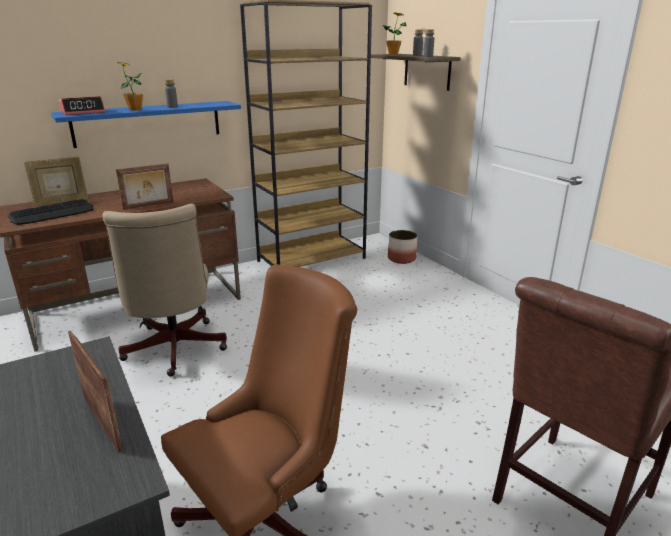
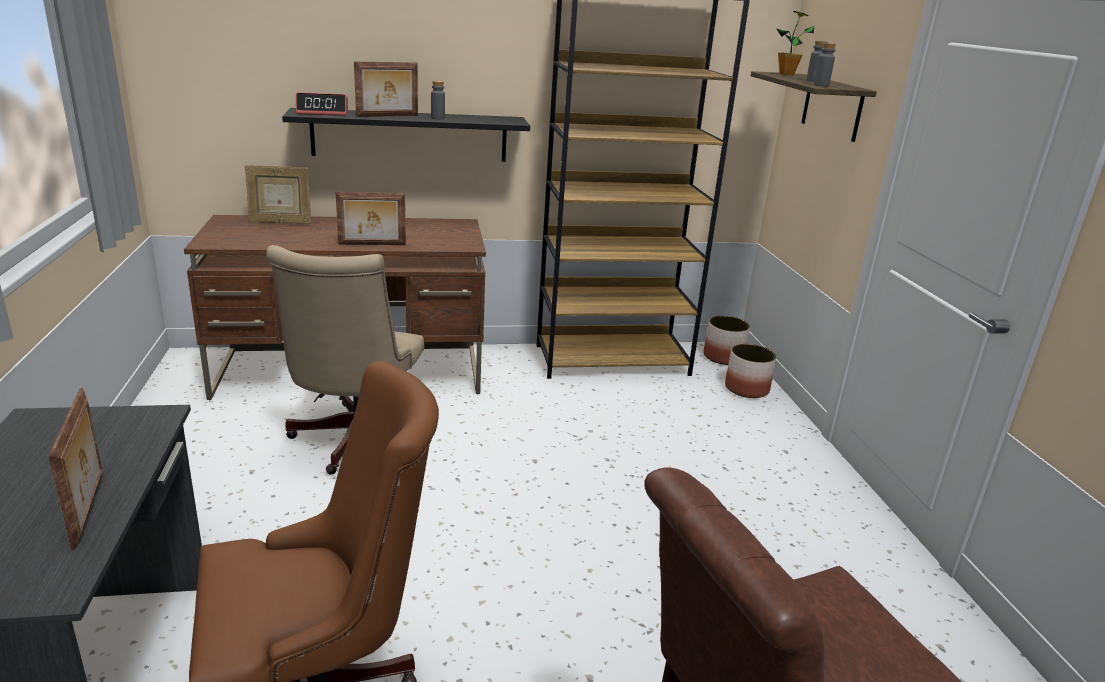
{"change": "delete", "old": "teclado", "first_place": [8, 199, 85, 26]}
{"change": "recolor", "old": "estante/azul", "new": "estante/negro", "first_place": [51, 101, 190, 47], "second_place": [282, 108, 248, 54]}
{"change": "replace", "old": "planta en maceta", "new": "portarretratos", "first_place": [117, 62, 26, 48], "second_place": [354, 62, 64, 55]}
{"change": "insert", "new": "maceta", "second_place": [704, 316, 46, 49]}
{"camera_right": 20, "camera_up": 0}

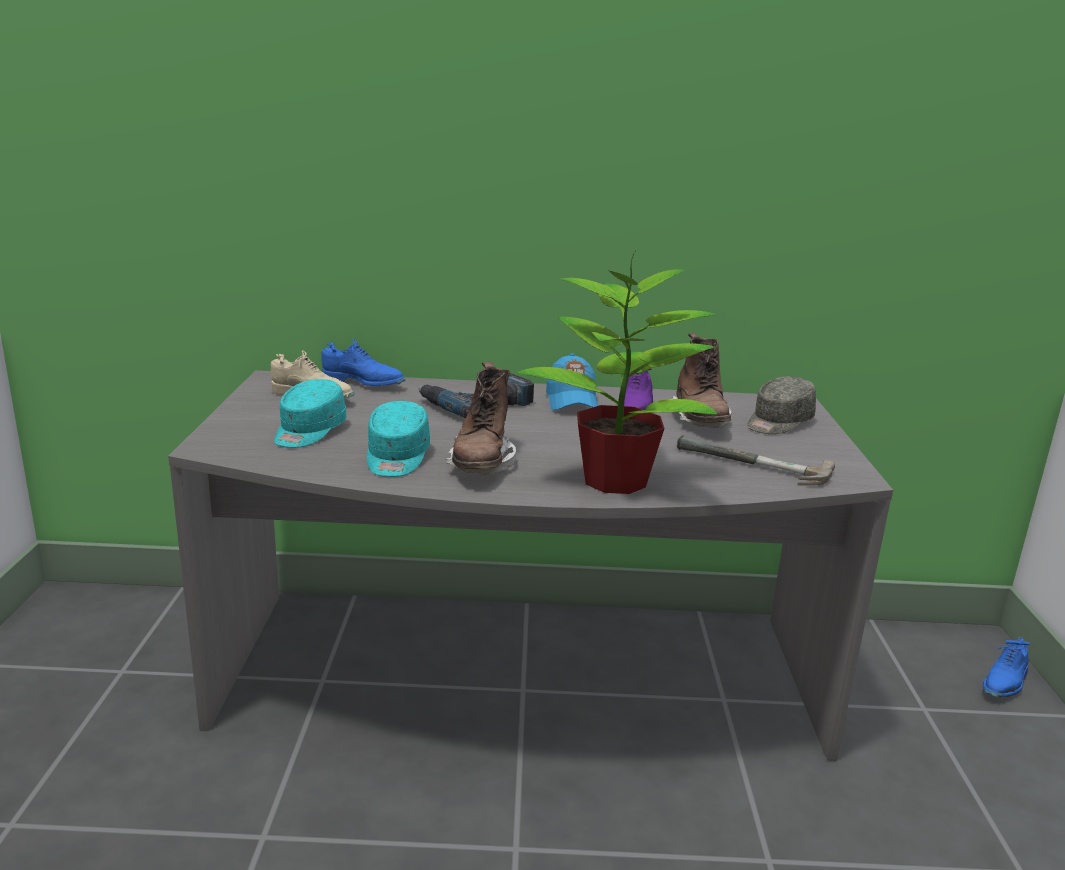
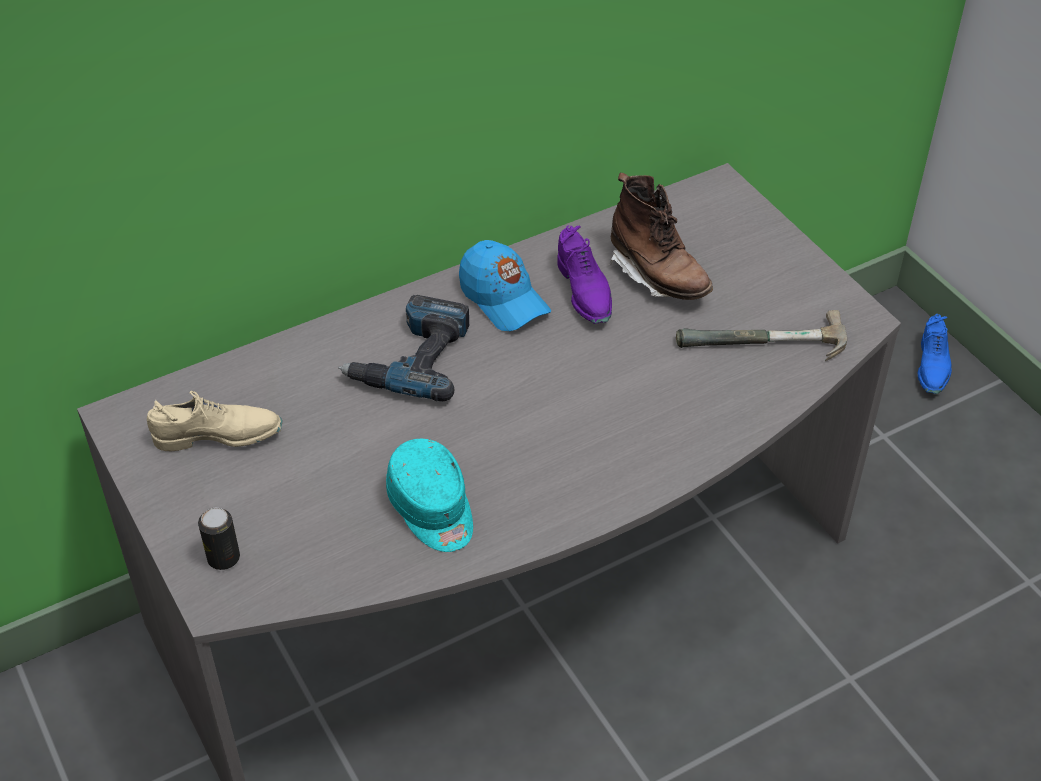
{"change": "delete", "old": "gorra/turquesa", "first_place": [274, 379, 73, 69]}
{"change": "delete", "old": "zapato/azul", "first_place": [321, 339, 84, 47]}
{"change": "delete", "old": "bota/marrón", "first_place": [446, 361, 70, 114]}
{"change": "delete", "old": "planta en maceta", "first_place": [517, 250, 200, 244]}
{"change": "delete", "old": "gorra/gris", "first_place": [747, 377, 69, 57]}
{"change": "insert", "new": "lata", "second_place": [198, 508, 42, 62]}
{"camera_right": -30, "camera_up": 25}

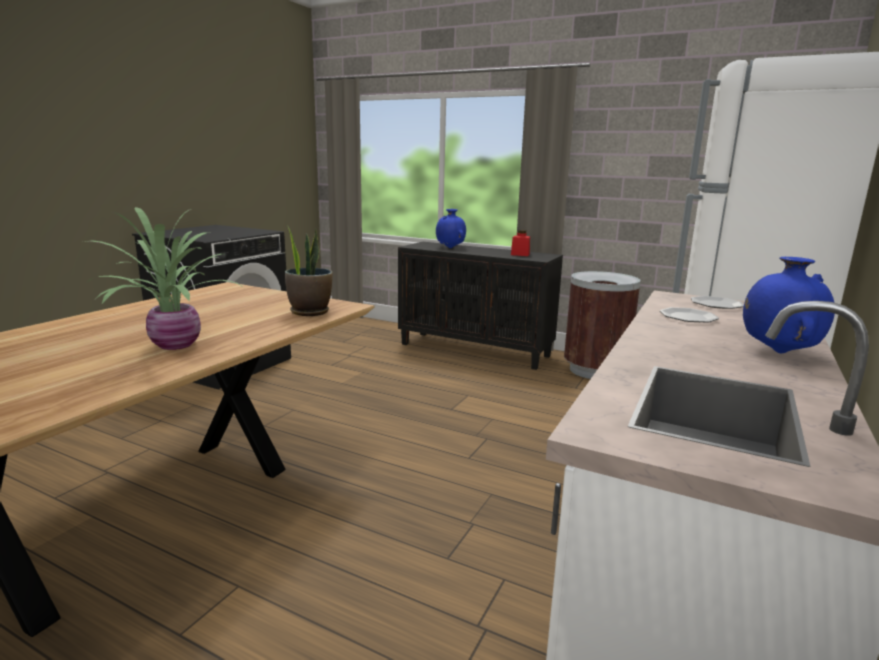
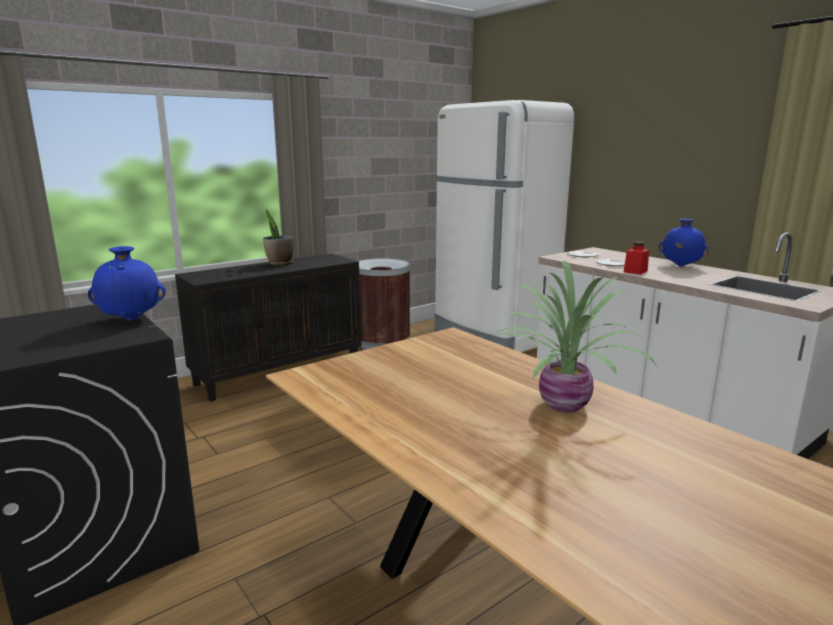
{"change": "move", "old": "planta en maceta", "first_place": [285, 224, 48, 92], "second_place": [263, 209, 31, 56]}
{"change": "move", "old": "florero/azul", "first_place": [436, 209, 30, 39], "second_place": [88, 246, 78, 75]}
{"change": "move", "old": "tarro/rojo", "first_place": [511, 230, 19, 26], "second_place": [624, 241, 25, 34]}
{"camera_right": -65, "camera_up": 0}

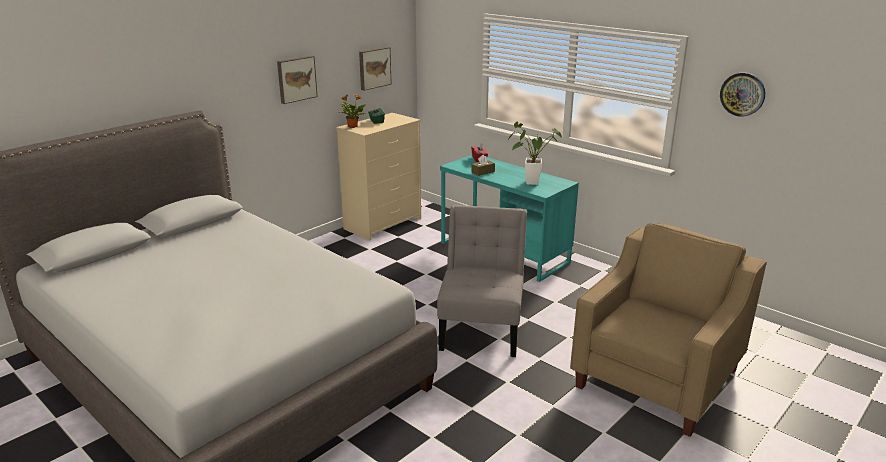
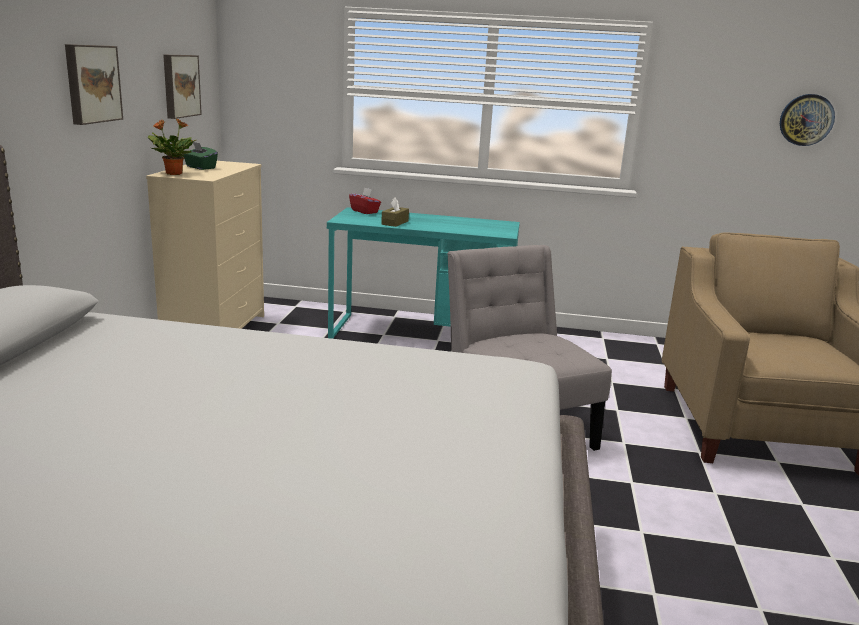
{"change": "delete", "old": "planta en maceta", "first_place": [508, 122, 54, 63]}
{"change": "move", "old": "reloj de pared", "first_place": [720, 72, 45, 45], "second_place": [780, 94, 55, 52]}
{"camera_right": -35, "camera_up": -5}

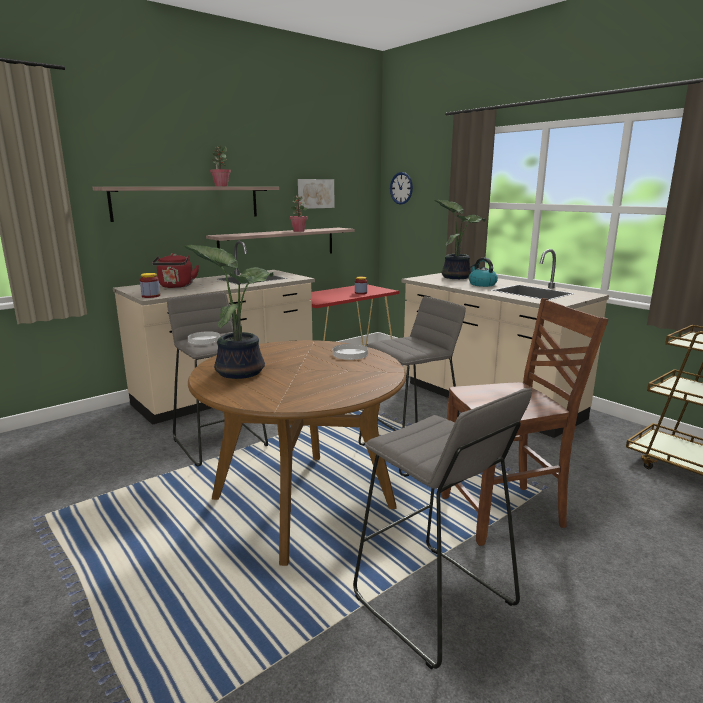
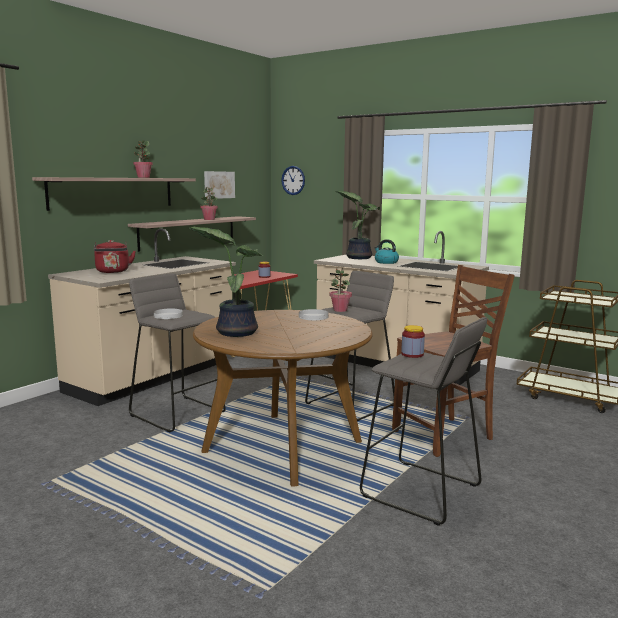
{"change": "move", "old": "tarro", "first_place": [140, 273, 20, 25], "second_place": [401, 325, 24, 33]}
{"change": "insert", "new": "planta en maceta", "second_place": [330, 269, 22, 43]}
{"camera_right": -15, "camera_up": -5}

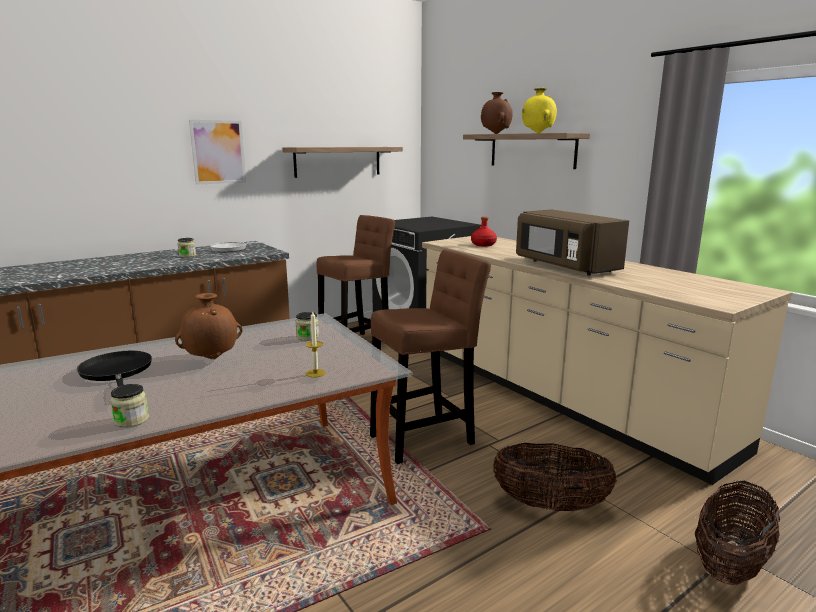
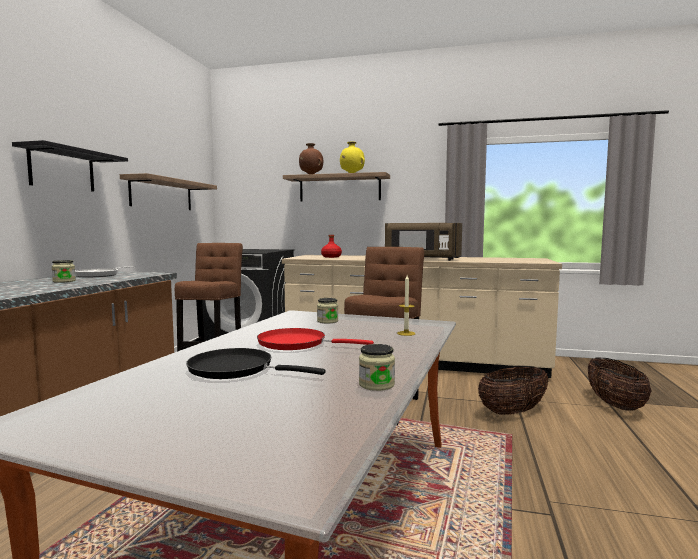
{"change": "replace", "old": "florero/marrón", "new": "sartén/rojo", "first_place": [175, 293, 67, 66], "second_place": [257, 328, 117, 22]}
{"change": "replace", "old": "cuadro", "new": "estante/negro", "first_place": [189, 120, 57, 65], "second_place": [12, 140, 116, 52]}
{"camera_right": -40, "camera_up": -10}

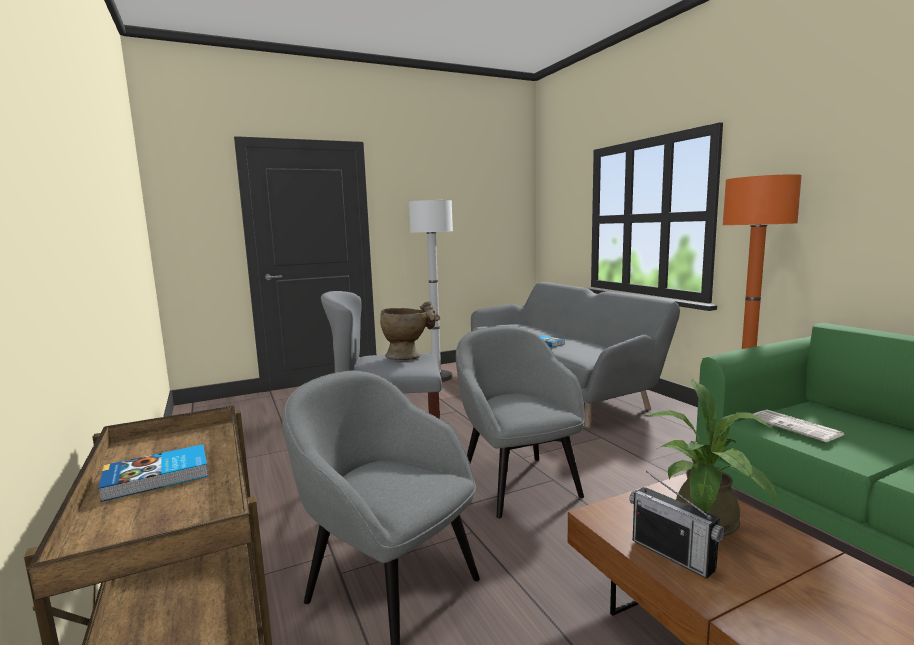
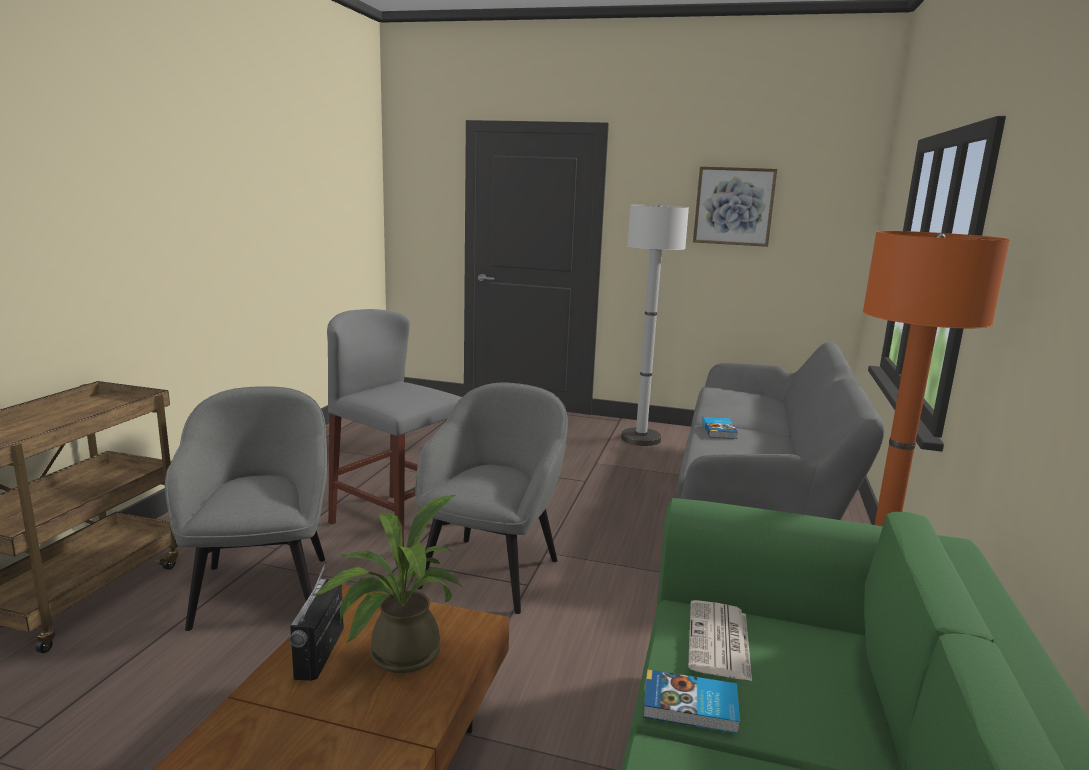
{"change": "move", "old": "libro", "first_place": [98, 444, 110, 58], "second_place": [643, 669, 97, 65]}
{"change": "delete", "old": "florero/beis", "first_place": [380, 301, 60, 59]}
{"change": "insert", "new": "cuadro", "second_place": [693, 166, 84, 81]}
{"camera_right": 40, "camera_up": 5}

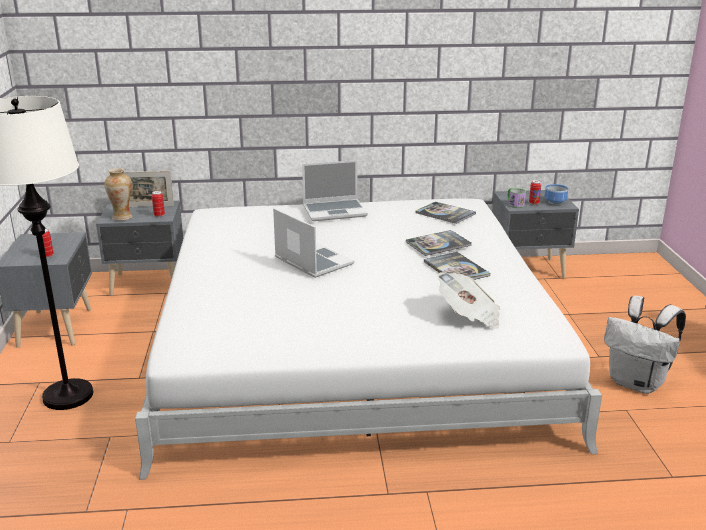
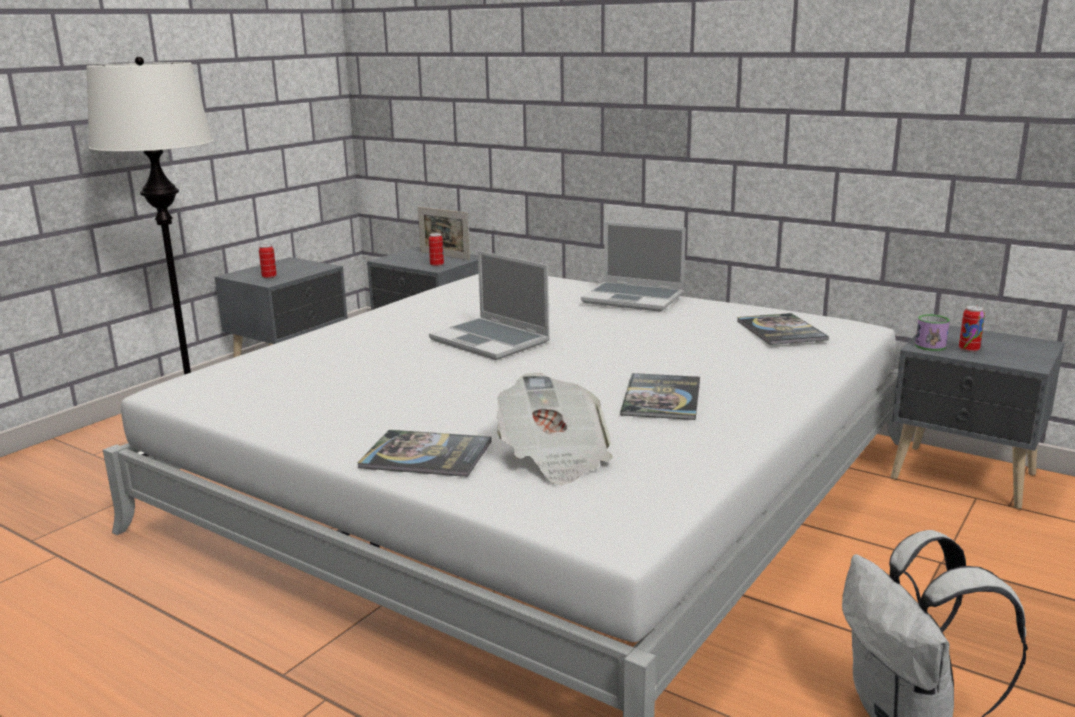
{"change": "delete", "old": "florero", "first_place": [104, 168, 29, 53]}
{"change": "rotate", "old": "portátil", "first_place": [273, 208, 82, 70], "second_place": [429, 251, 121, 109], "degrees": 135}
{"change": "move", "old": "libro", "first_place": [406, 230, 66, 26], "second_place": [358, 430, 134, 47]}
{"change": "delete", "old": "cuenco", "first_place": [545, 184, 23, 21]}
{"camera_right": 40, "camera_up": -5}

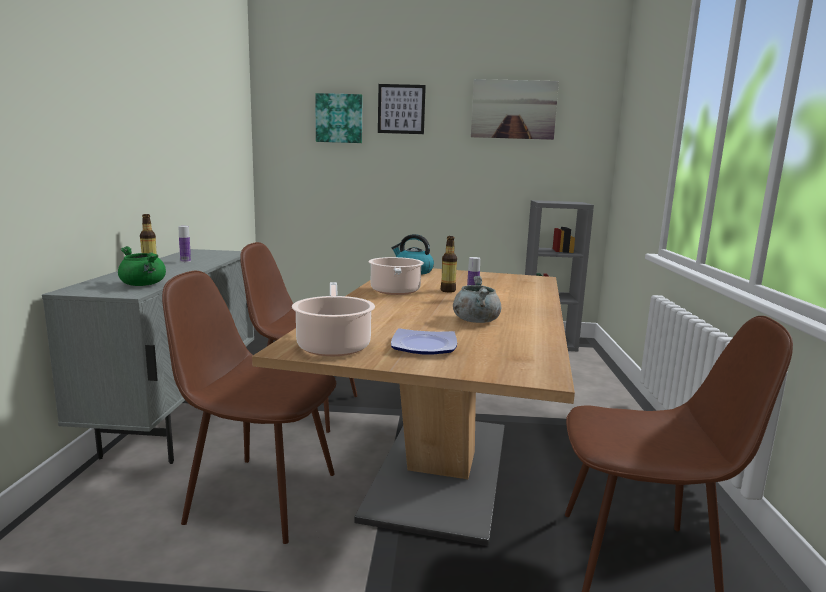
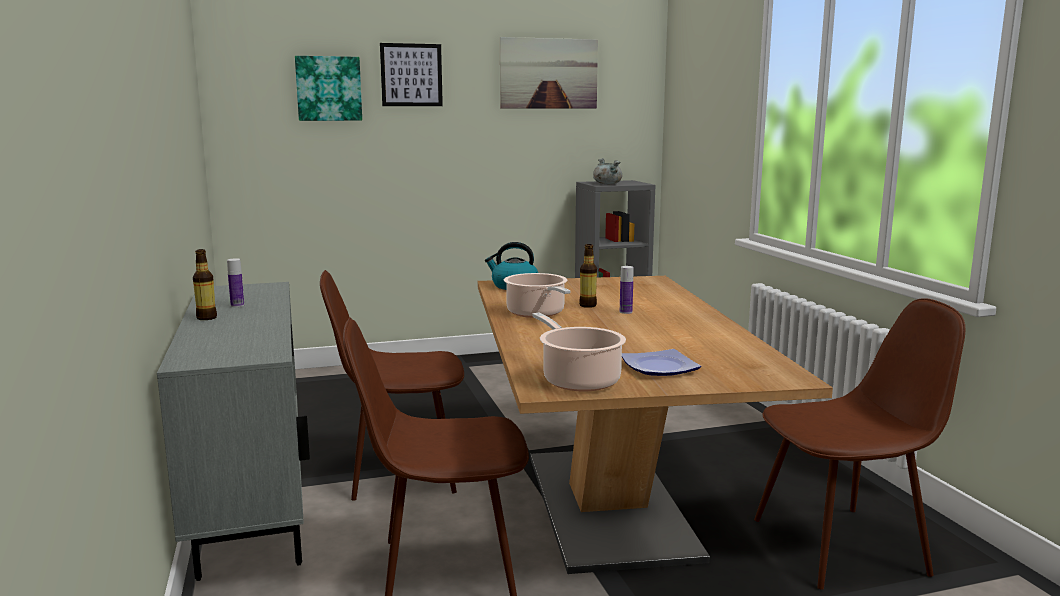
{"change": "delete", "old": "olla/verde", "first_place": [118, 246, 48, 40]}
{"change": "move", "old": "olla/gris", "first_place": [453, 276, 48, 47], "second_place": [593, 158, 29, 26]}
{"camera_right": -20, "camera_up": 0}

